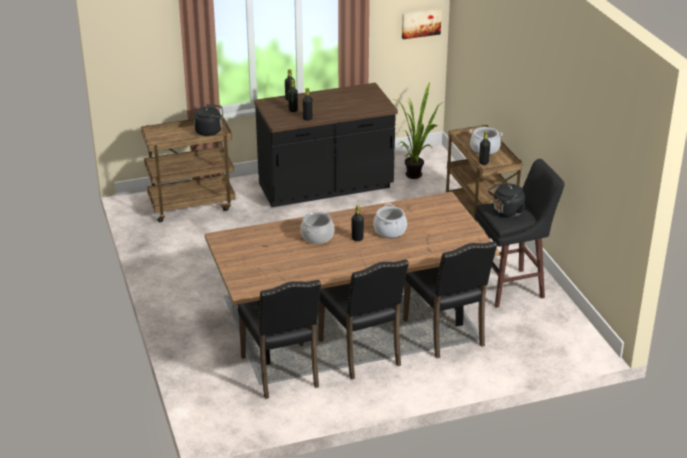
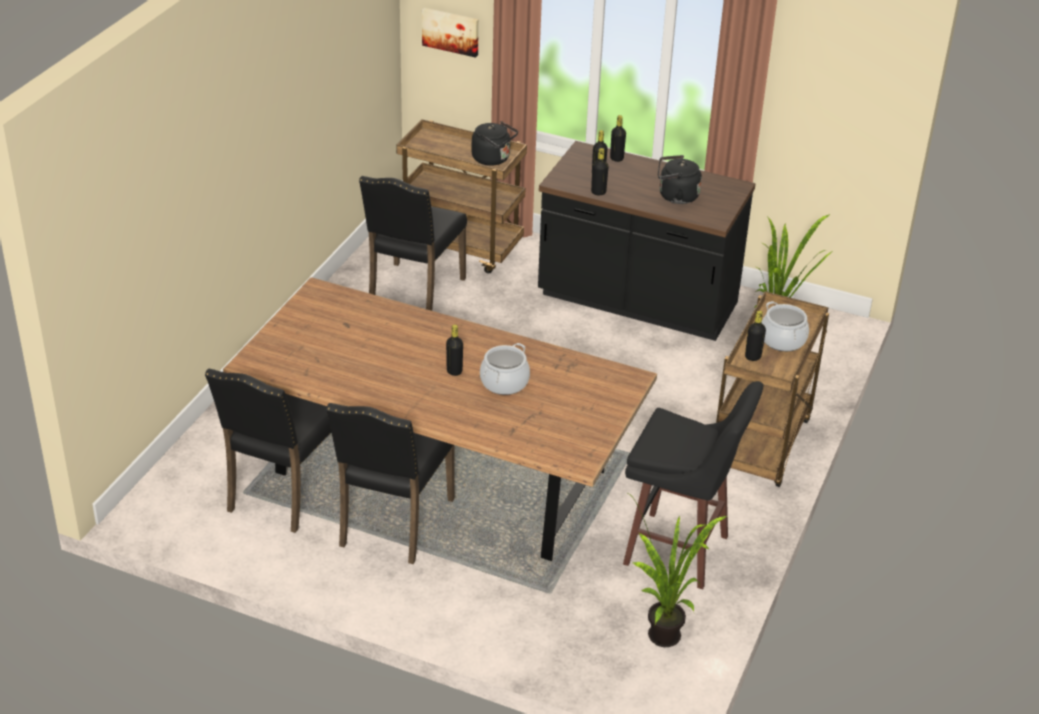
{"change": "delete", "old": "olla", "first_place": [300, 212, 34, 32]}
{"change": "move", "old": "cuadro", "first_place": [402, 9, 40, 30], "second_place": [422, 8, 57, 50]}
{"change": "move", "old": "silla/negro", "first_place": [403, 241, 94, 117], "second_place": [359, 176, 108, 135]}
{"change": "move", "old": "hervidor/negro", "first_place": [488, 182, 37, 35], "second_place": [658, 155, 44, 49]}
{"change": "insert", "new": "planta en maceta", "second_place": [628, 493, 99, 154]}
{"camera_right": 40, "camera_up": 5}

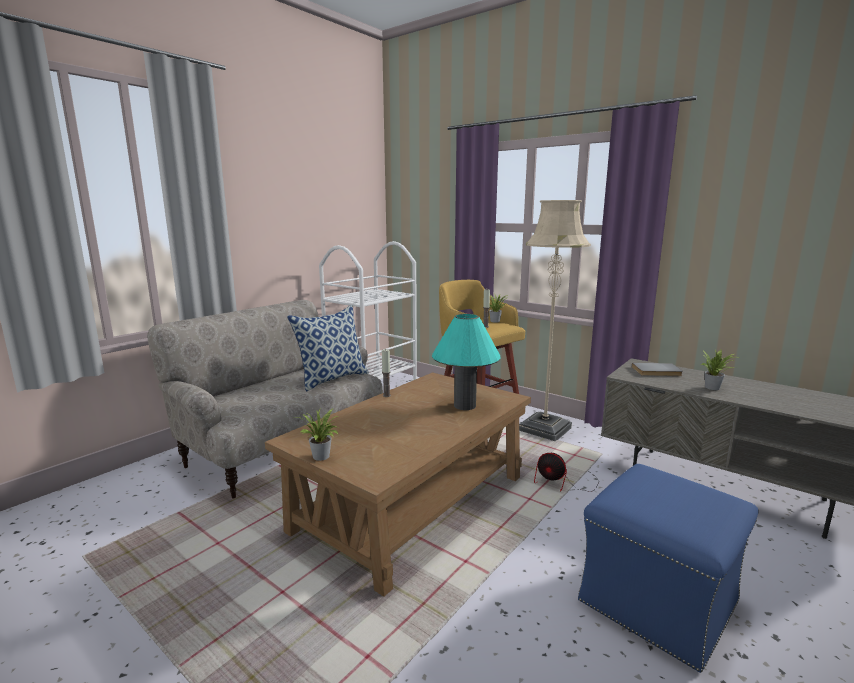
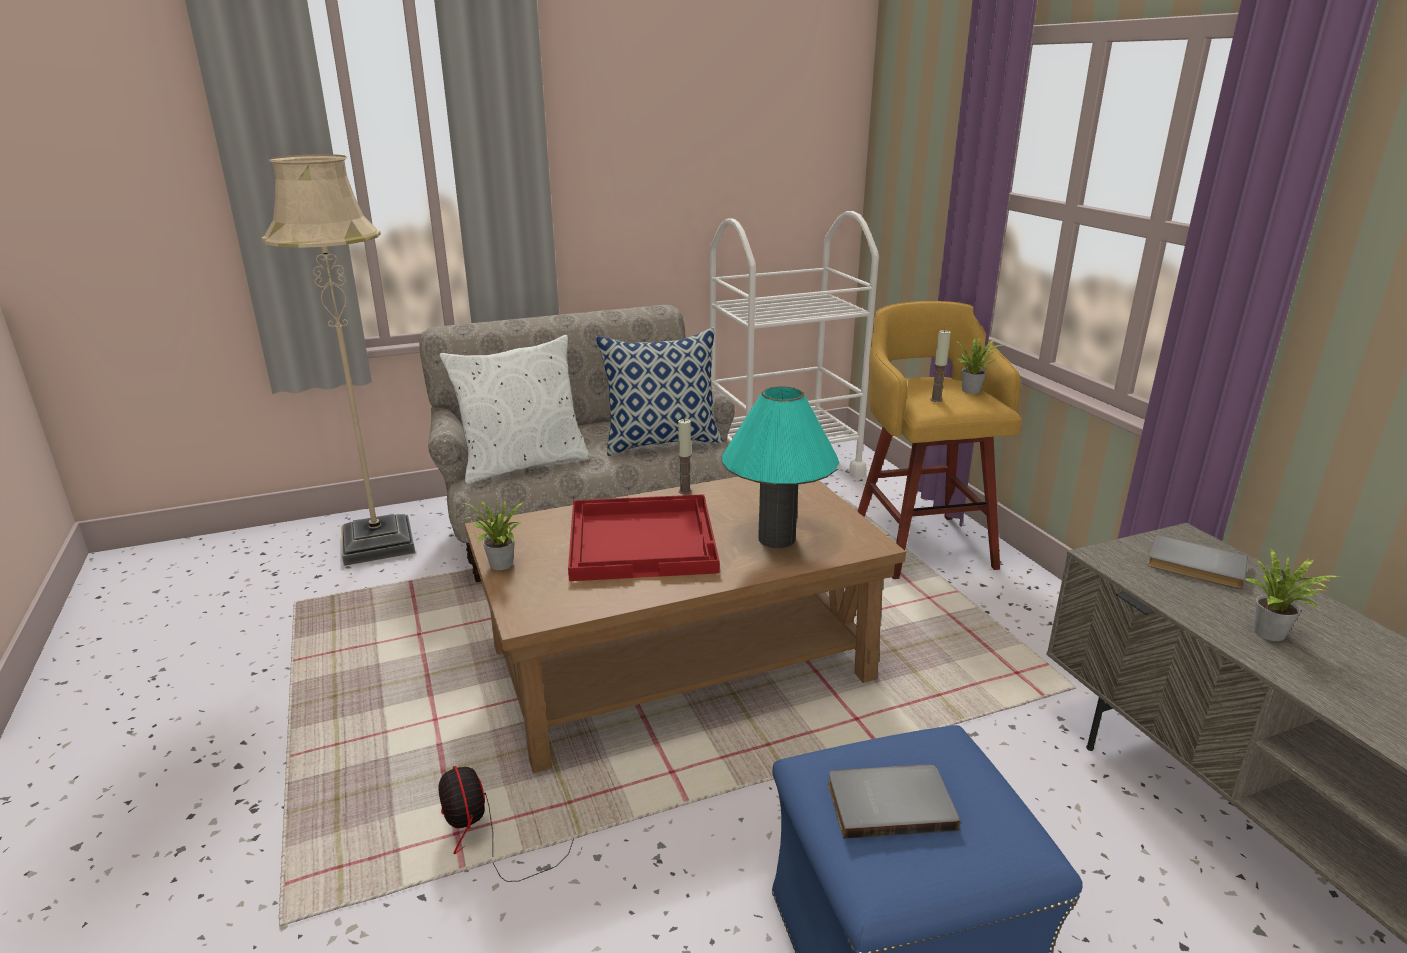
{"change": "move", "old": "lámpara de pie/beis", "first_place": [519, 200, 72, 241], "second_place": [261, 154, 154, 412]}
{"change": "move", "old": "ventilador", "first_place": [534, 453, 65, 39], "second_place": [438, 766, 136, 116]}
{"change": "insert", "new": "cojín/blanco", "second_place": [439, 335, 151, 149]}
{"change": "insert", "new": "bandeja/rojo", "second_place": [568, 494, 151, 87]}
{"change": "insert", "new": "libro/gris", "second_place": [828, 764, 133, 75]}
{"camera_right": 30, "camera_up": 10}

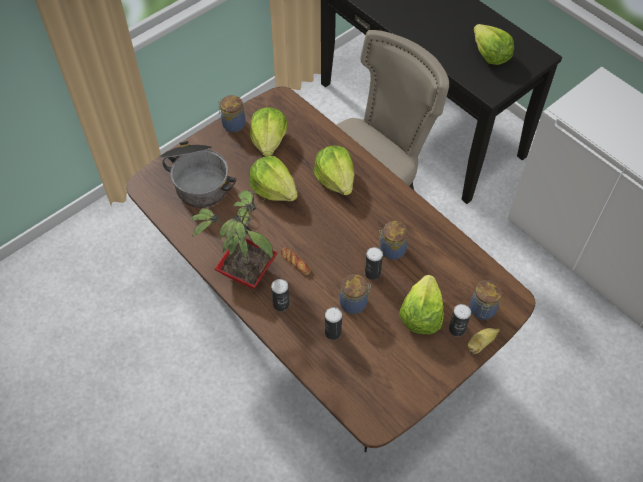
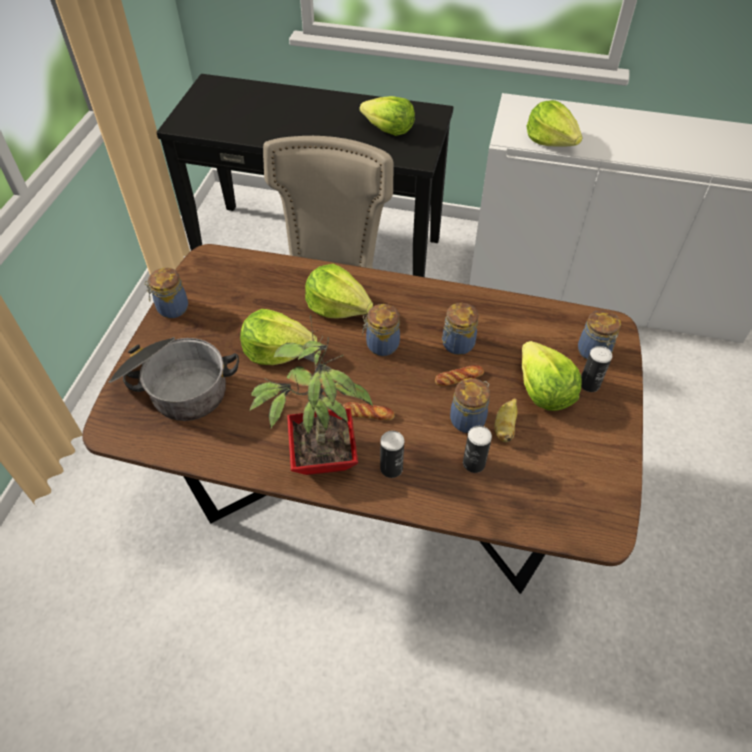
{"change": "move", "old": "lechuga", "first_place": [250, 107, 37, 49], "second_place": [526, 100, 57, 47]}
{"change": "replace", "old": "lata", "new": "pan", "first_place": [365, 247, 18, 33], "second_place": [435, 365, 49, 21]}
{"change": "move", "old": "plátano", "first_place": [467, 328, 33, 26], "second_place": [494, 398, 24, 44]}
{"change": "insert", "new": "tarro", "second_place": [362, 304, 38, 52]}
{"camera_right": -35, "camera_up": -5}

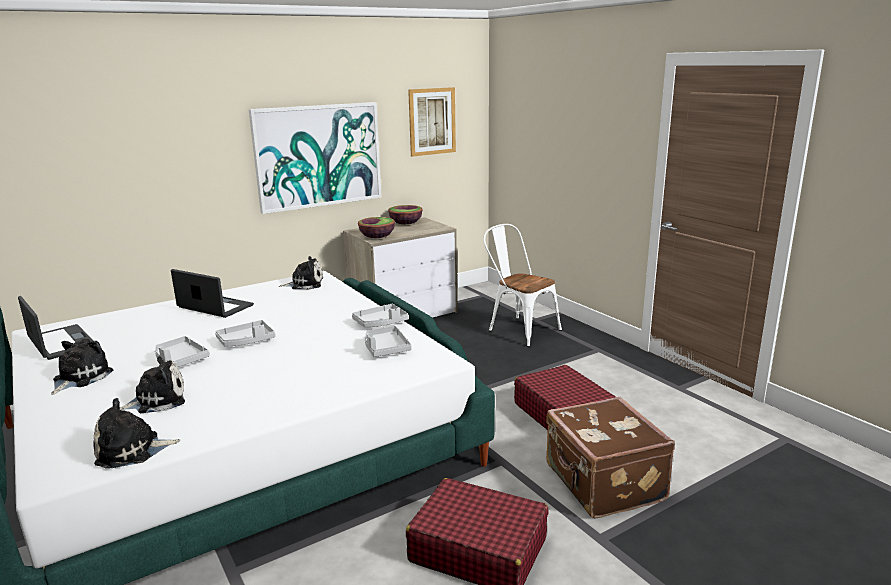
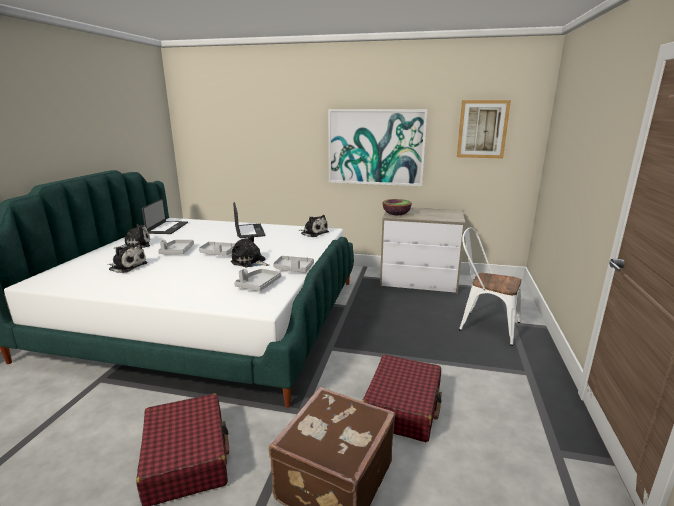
{"change": "move", "old": "peluche", "first_place": [93, 398, 87, 71], "second_place": [231, 235, 38, 32]}
{"change": "delete", "old": "cuenco", "first_place": [388, 205, 35, 19]}
{"change": "rotate", "old": "silla/blanco", "first_place": [483, 224, 79, 123], "second_place": [459, 227, 62, 119], "degrees": -60}
{"camera_right": 45, "camera_up": 0}

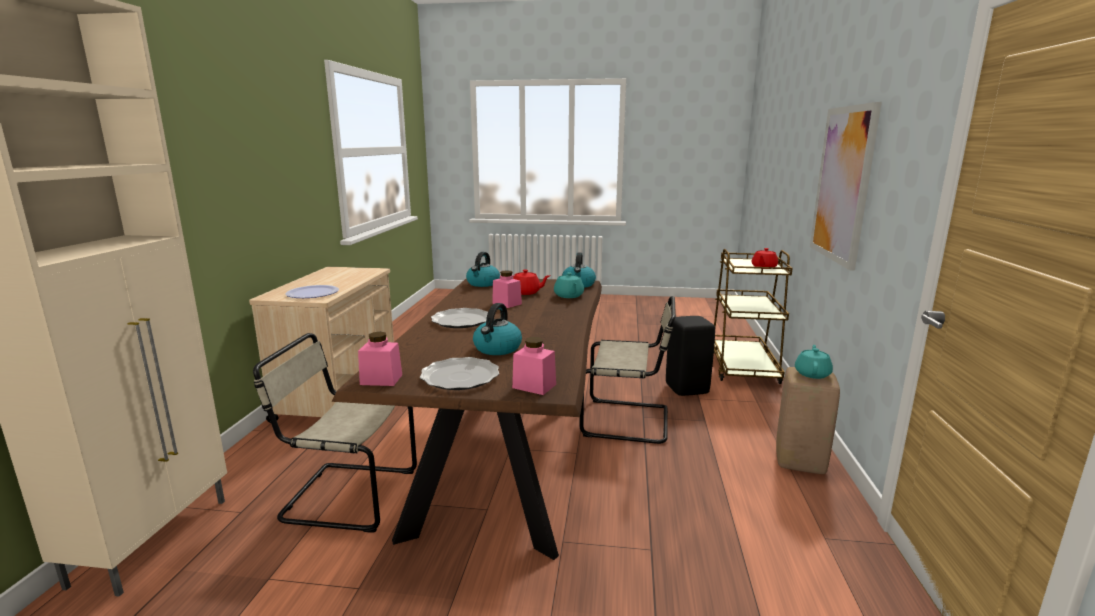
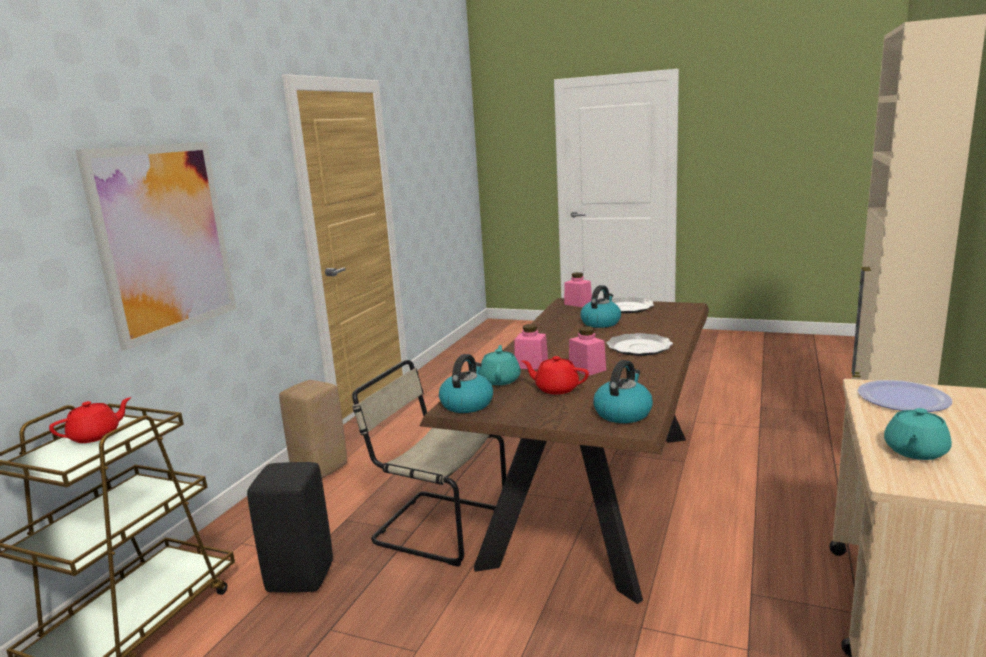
{"change": "delete", "old": "silla/beis", "first_place": [253, 333, 164, 200]}
{"change": "move", "old": "tarro/rosa", "first_place": [358, 332, 44, 54], "second_place": [514, 324, 34, 46]}
{"change": "move", "old": "tetera/turquesa", "first_place": [795, 345, 38, 34], "second_place": [884, 408, 68, 52]}
{"camera_right": -165, "camera_up": 0}

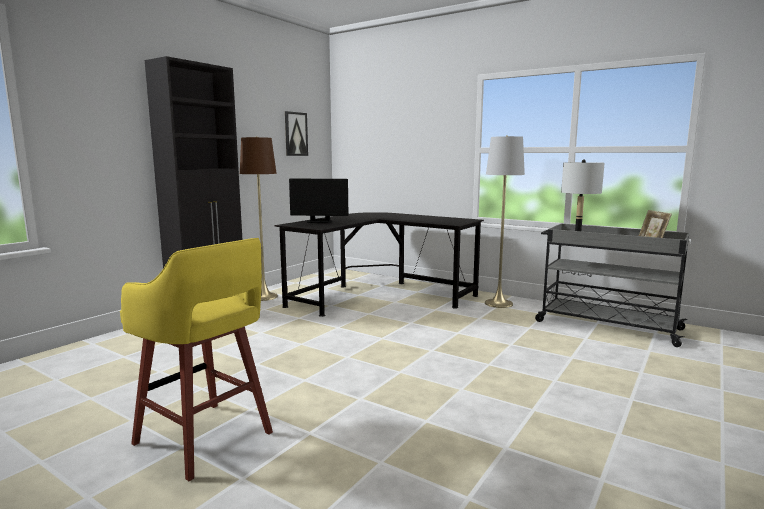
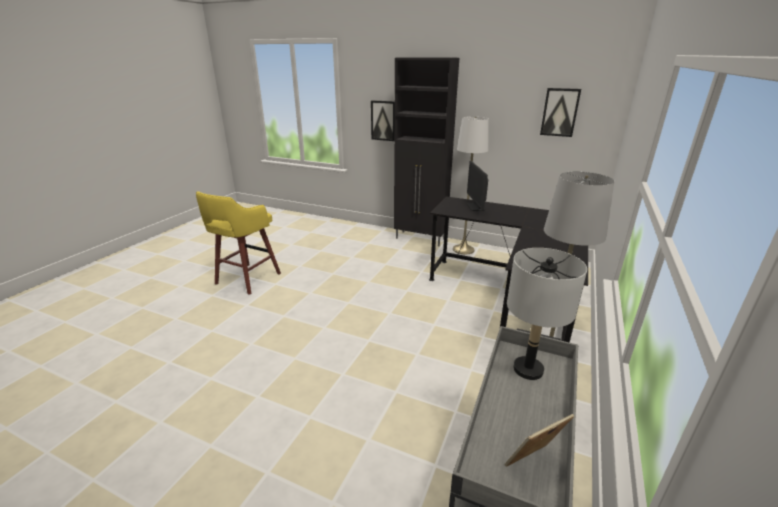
{"change": "recolor", "old": "lámpara de pie/marrón", "new": "lámpara de pie/blanco", "first_place": [240, 137, 38, 164], "second_place": [453, 116, 36, 138]}
{"change": "insert", "new": "cuadro", "second_place": [371, 100, 24, 41]}
{"camera_right": 80, "camera_up": 15}

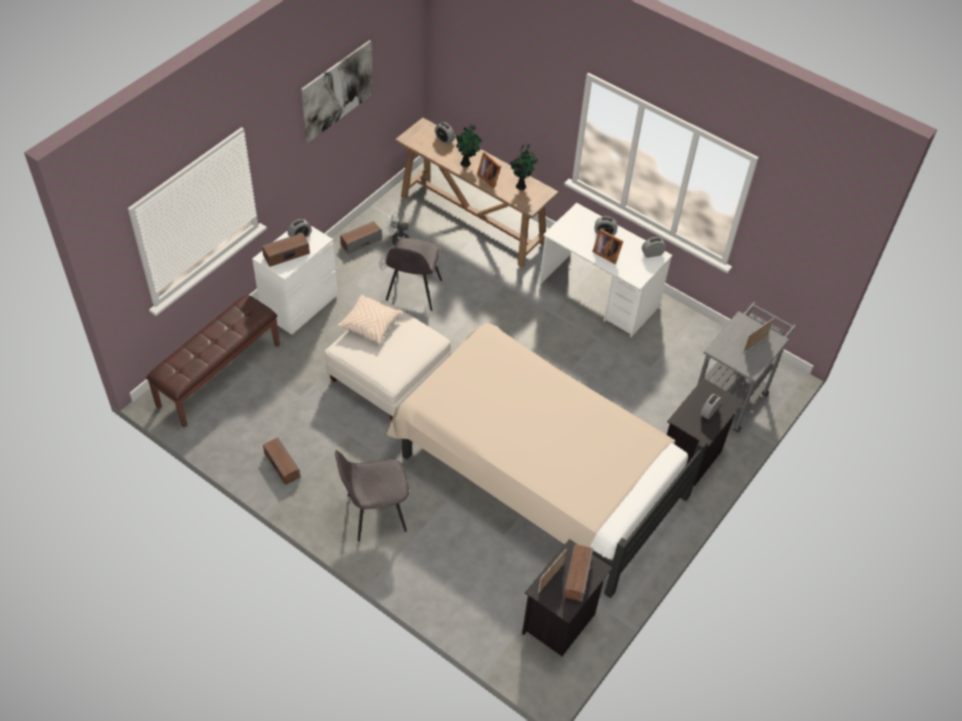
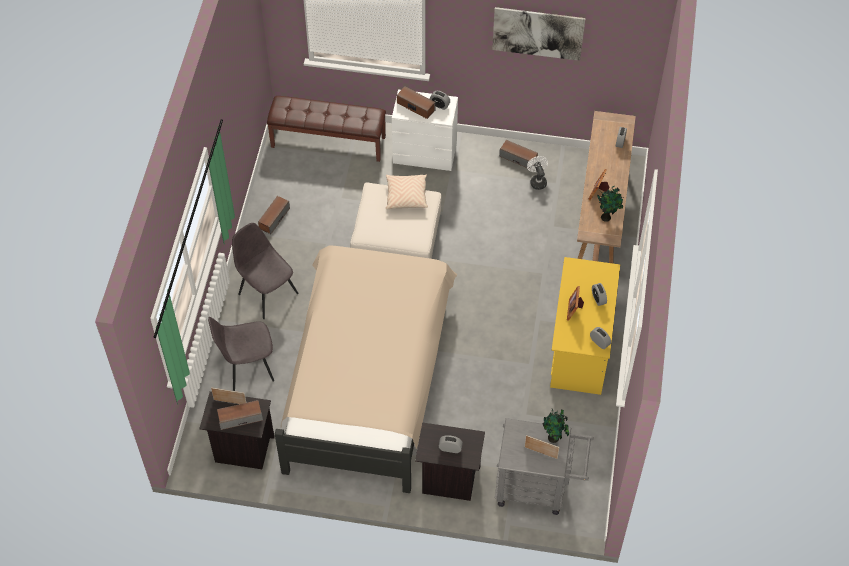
{"change": "move", "old": "silla/gris", "first_place": [386, 238, 56, 73], "second_place": [208, 317, 66, 74]}
{"change": "move", "old": "planta en maceta", "first_place": [452, 124, 31, 43], "second_place": [543, 409, 26, 34]}
{"change": "recolor", "old": "escritorio/blanco", "new": "escritorio/amarillo", "first_place": [539, 203, 133, 134], "second_place": [550, 257, 70, 138]}
{"camera_right": 65, "camera_up": 5}

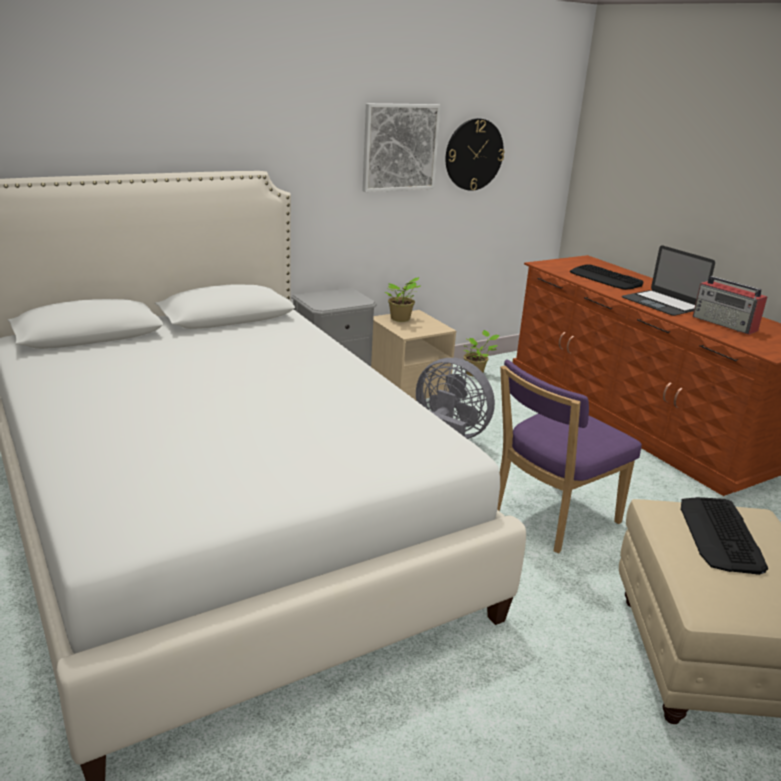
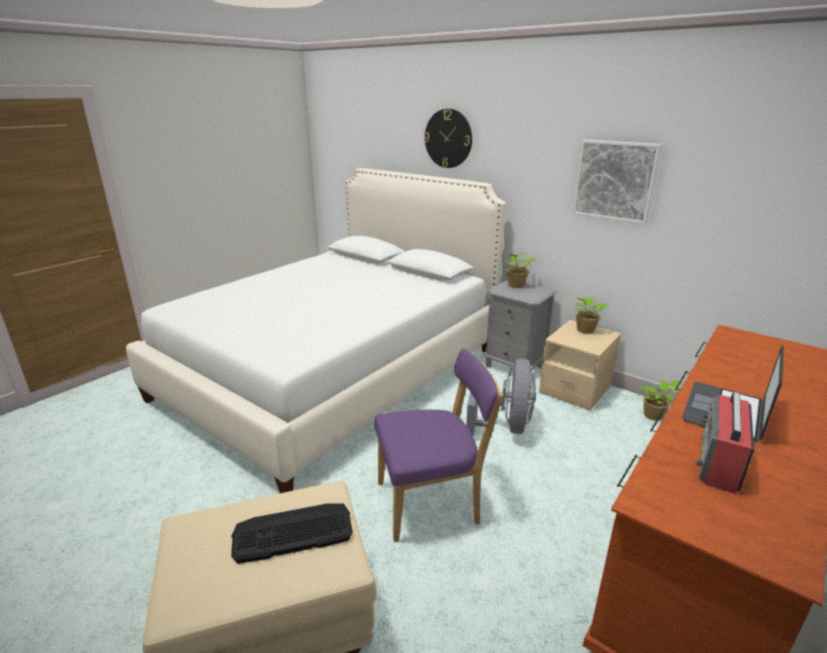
{"change": "move", "old": "reloj de pared", "first_place": [446, 118, 58, 73], "second_place": [424, 109, 48, 59]}
{"change": "rotate", "old": "silla/morado", "first_place": [497, 359, 145, 194], "second_place": [374, 348, 129, 194], "degrees": 135}
{"change": "delete", "old": "teclado", "first_place": [570, 264, 73, 26]}
{"change": "insert", "new": "planta en maceta", "second_place": [504, 253, 31, 35]}
{"camera_right": 70, "camera_up": 0}

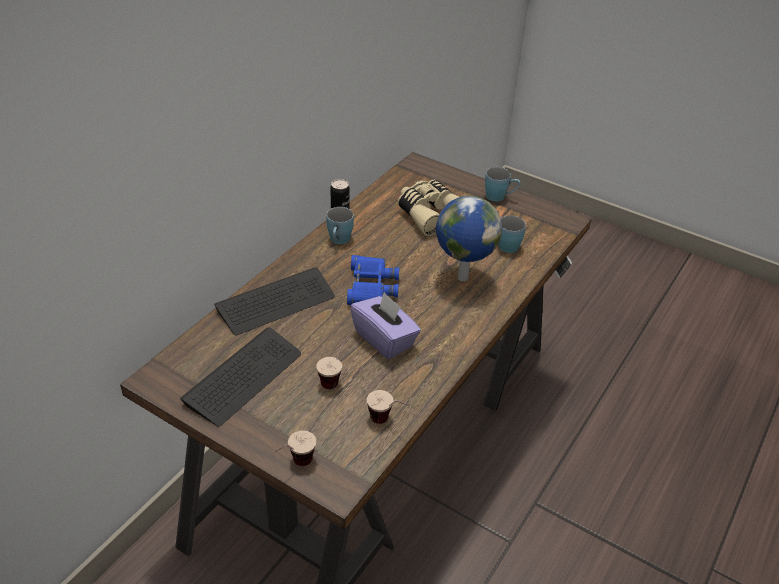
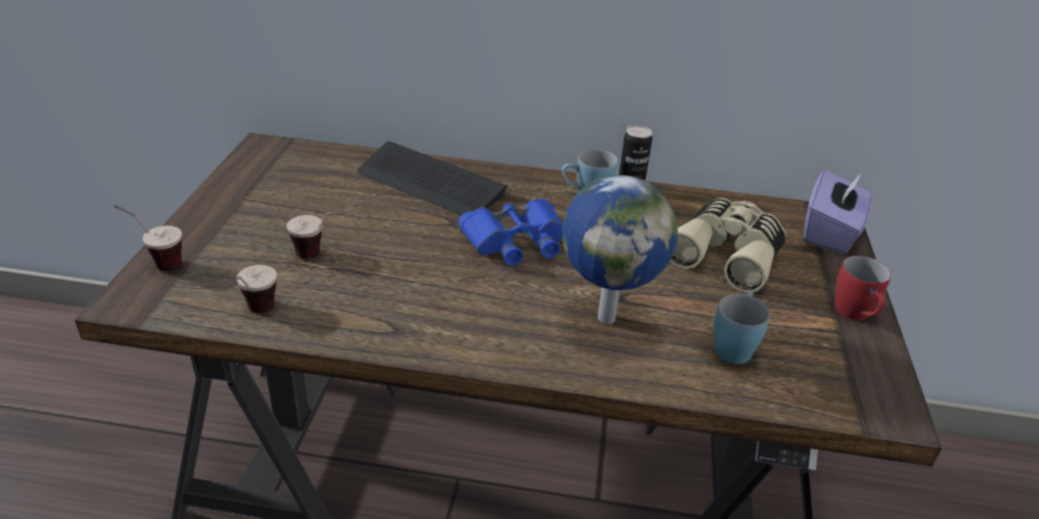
{"change": "delete", "old": "teclado", "first_place": [180, 327, 121, 100]}
{"change": "move", "old": "caja de pañuelos/morado", "first_place": [350, 292, 71, 67], "second_place": [803, 170, 69, 84]}
{"change": "recolor", "old": "taza grande/azul", "new": "taza grande/rojo", "first_place": [485, 167, 35, 35], "second_place": [834, 256, 57, 64]}
{"camera_right": 65, "camera_up": -5}

